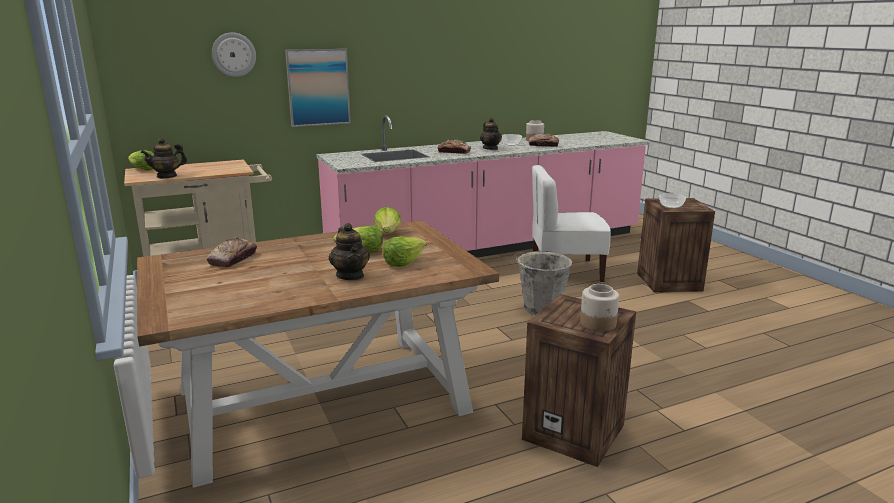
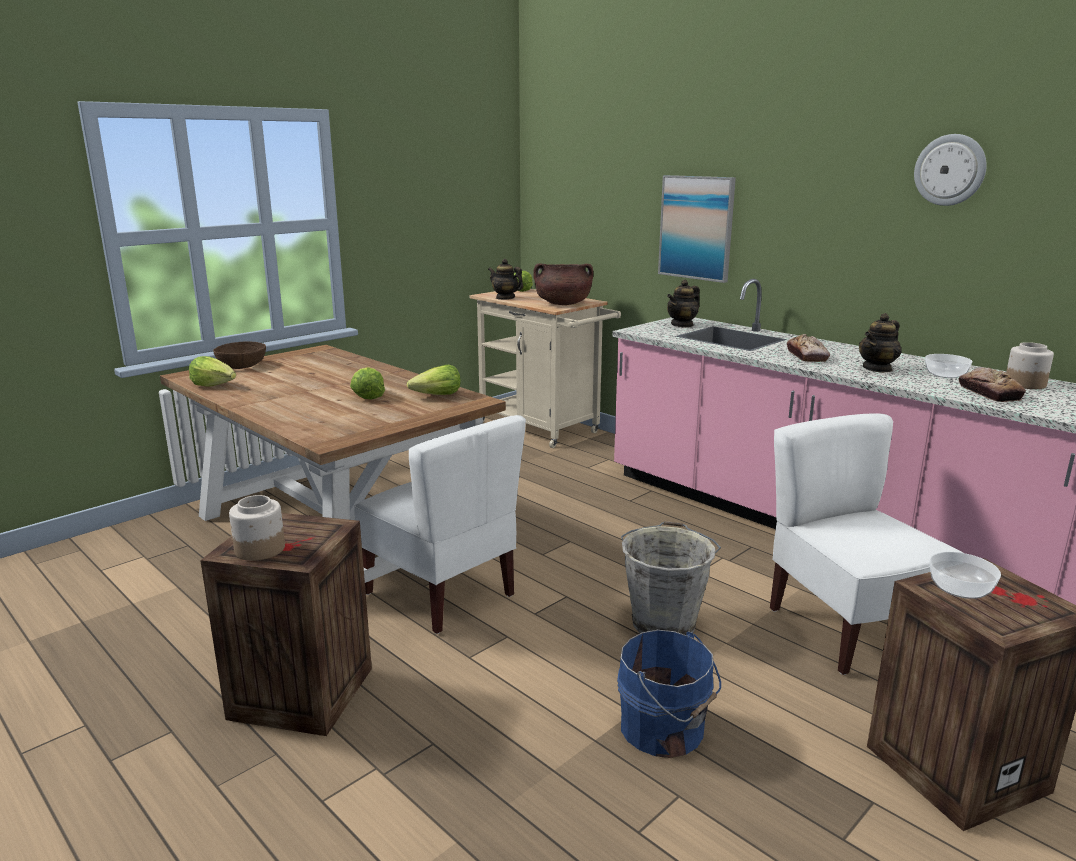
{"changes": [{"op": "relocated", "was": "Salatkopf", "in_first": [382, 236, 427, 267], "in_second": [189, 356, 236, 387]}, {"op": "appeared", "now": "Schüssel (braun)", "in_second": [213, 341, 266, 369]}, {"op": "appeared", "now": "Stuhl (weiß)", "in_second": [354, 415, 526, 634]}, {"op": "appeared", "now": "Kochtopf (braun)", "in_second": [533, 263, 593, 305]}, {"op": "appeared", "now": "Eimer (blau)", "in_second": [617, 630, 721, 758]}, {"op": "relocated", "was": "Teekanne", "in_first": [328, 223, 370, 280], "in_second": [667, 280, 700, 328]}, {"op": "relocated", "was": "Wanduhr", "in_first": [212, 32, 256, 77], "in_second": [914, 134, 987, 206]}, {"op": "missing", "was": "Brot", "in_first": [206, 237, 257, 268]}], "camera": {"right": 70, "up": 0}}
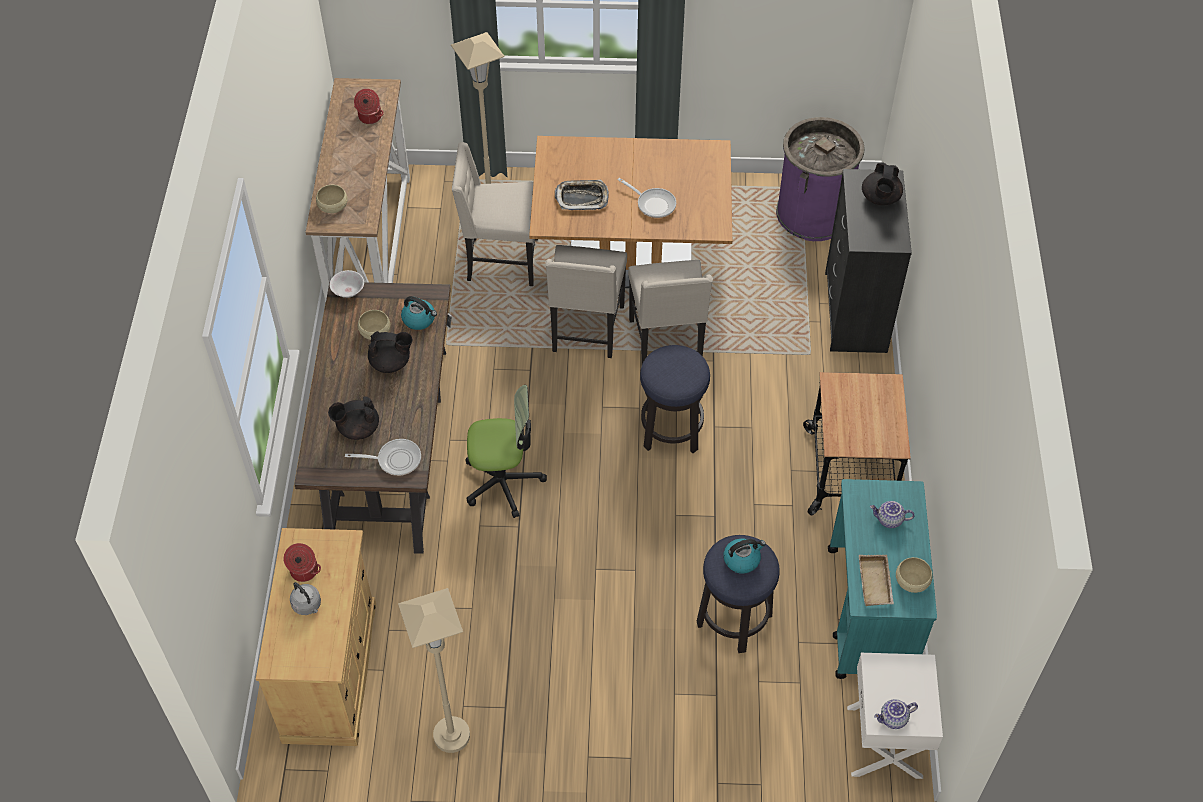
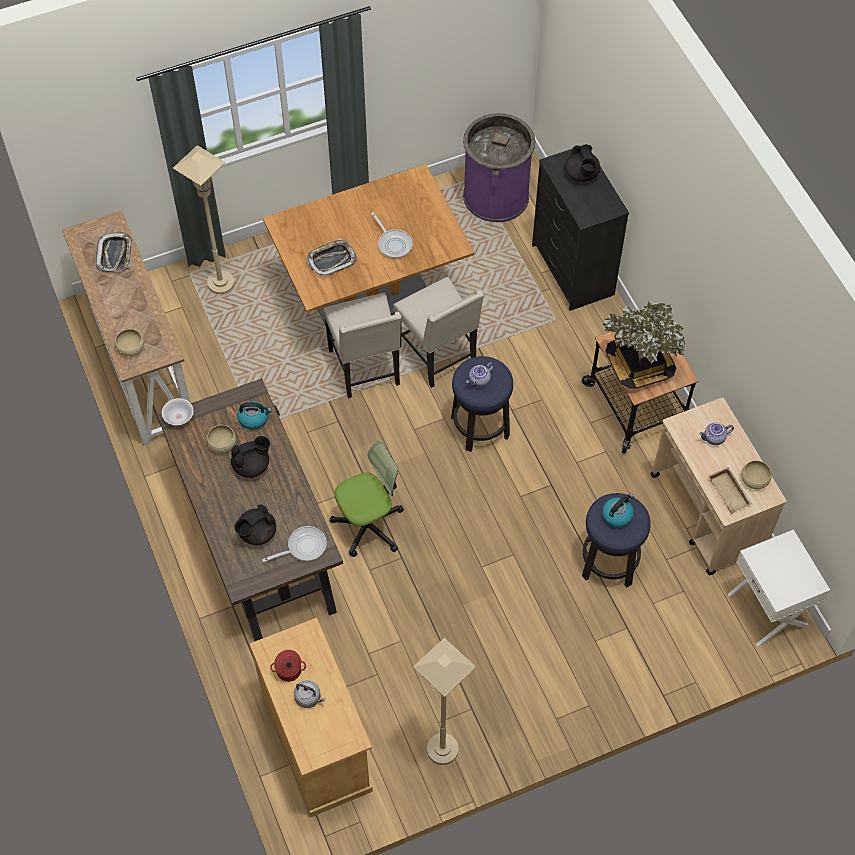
{"changes": [{"op": "exchanged", "was": "Kochtopf", "now": "Tablett", "in_first": [354, 89, 384, 124], "in_second": [96, 232, 132, 272]}, {"op": "spun", "was": "Pfanne", "in_first": [618, 178, 676, 218], "in_second": [371, 212, 413, 258], "clockwise": 45}, {"op": "relocated", "was": "Teekanne", "in_first": [874, 699, 918, 729], "in_second": [466, 362, 493, 387]}, {"op": "appeared", "now": "Topfpflanze", "in_second": [602, 301, 685, 389]}, {"op": "colour", "was": "Rollwagen (türkis)", "now": "Rollwagen (beige)", "in_first": [828, 479, 937, 679], "in_second": [650, 397, 787, 575]}, {"op": "missing", "was": "Stuhl (beige)", "in_first": [452, 142, 538, 286]}], "camera": {"right": -25, "up": 5}}
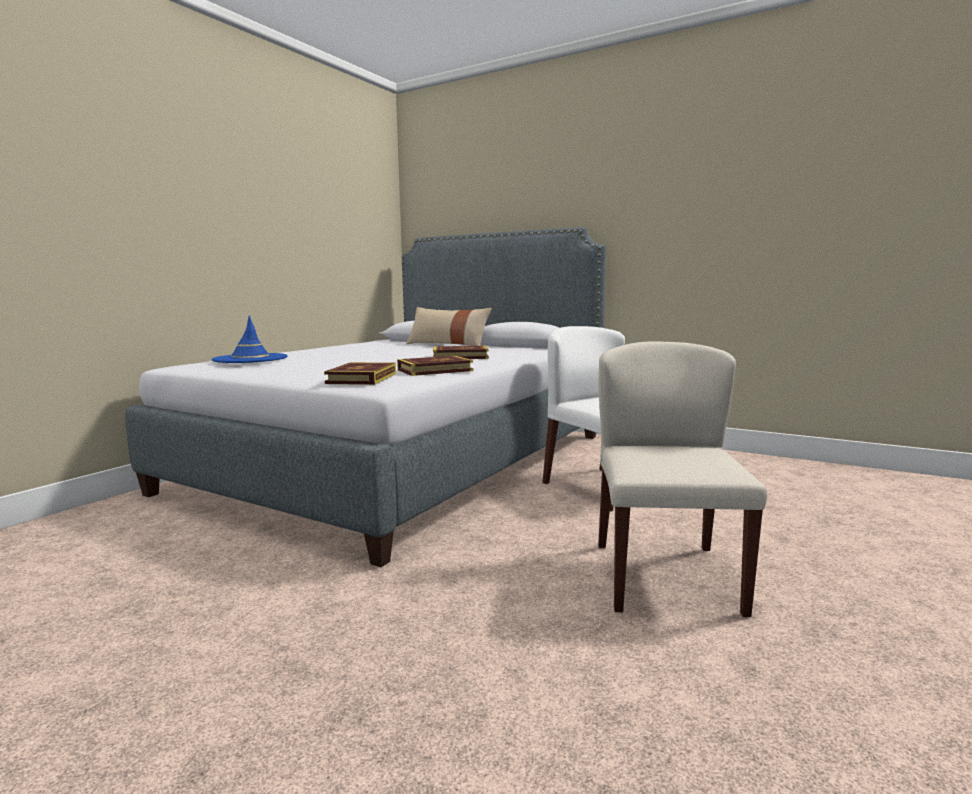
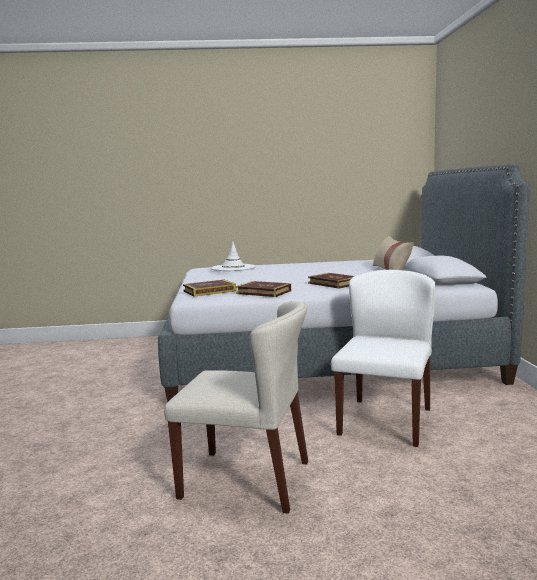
{"changes": [{"op": "spun", "was": "Stuhl (beige)", "in_first": [598, 341, 767, 617], "in_second": [164, 301, 308, 514], "clockwise": 45}, {"op": "colour", "was": "Hut (blau)", "now": "Hut (weiß)", "in_first": [212, 316, 288, 363], "in_second": [211, 242, 255, 271]}], "camera": {"right": 55, "up": 0}}
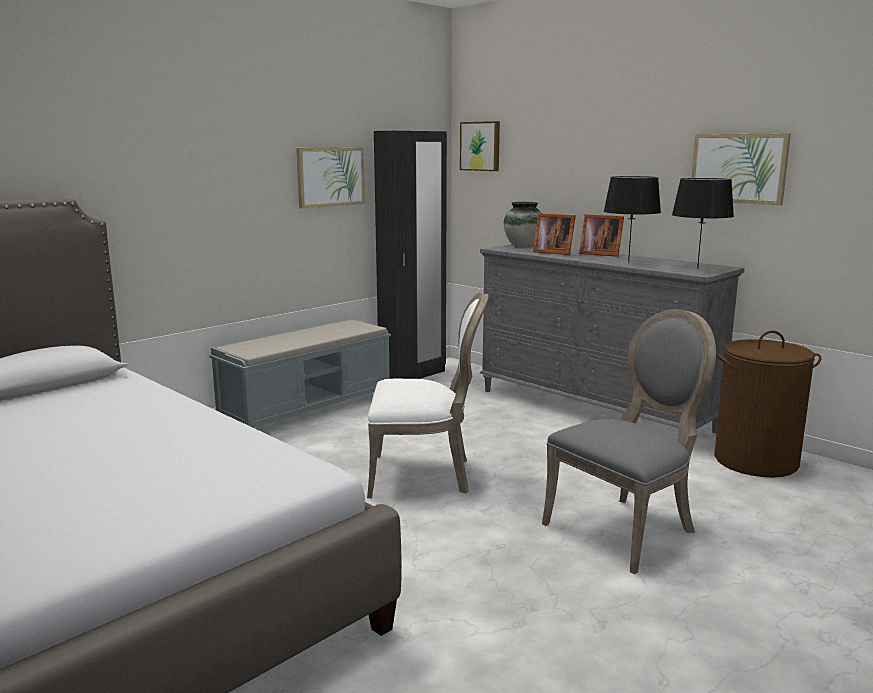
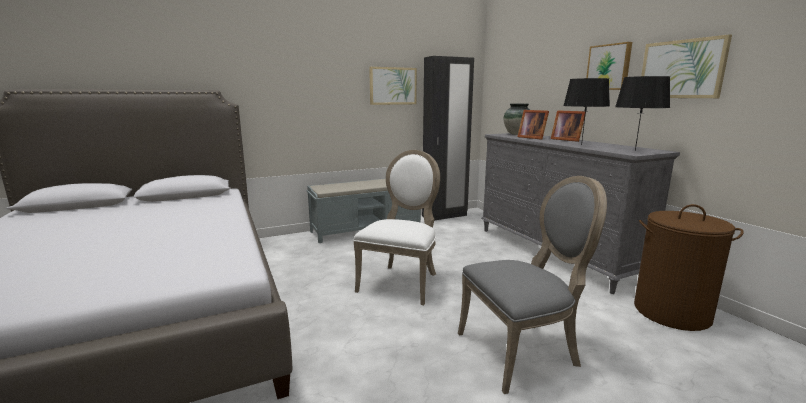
{"changes": [{"op": "spun", "was": "Stuhl (weiß)", "in_first": [367, 292, 489, 498], "in_second": [353, 150, 440, 305], "clockwise": -90}, {"op": "relocated", "was": "Bild", "in_first": [460, 121, 500, 171], "in_second": [586, 42, 632, 90]}], "camera": {"right": 20, "up": 0}}
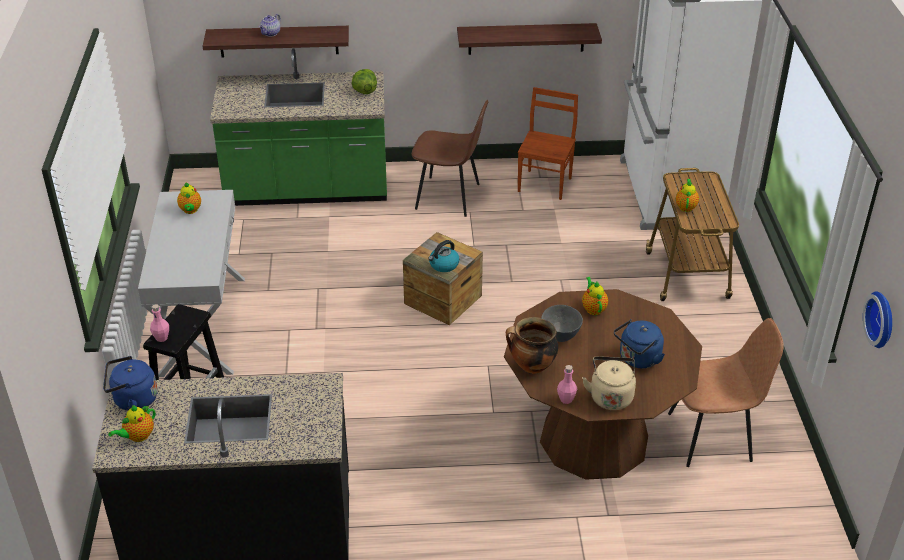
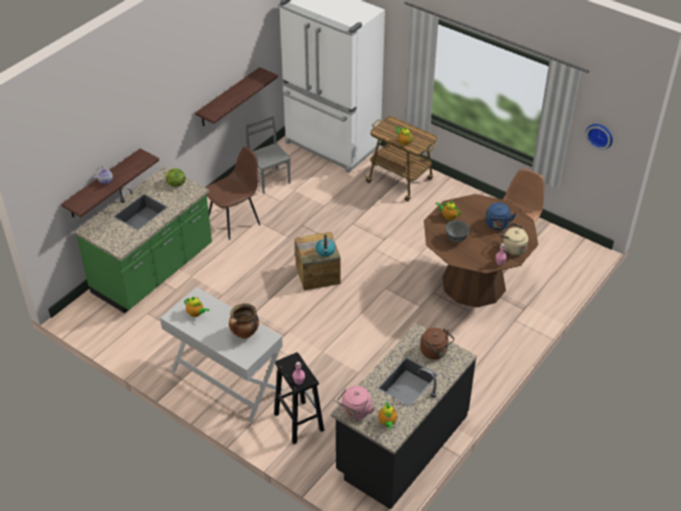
{"changes": [{"op": "relocated", "was": "Kochtopf", "in_first": [506, 317, 558, 374], "in_second": [229, 303, 259, 339]}, {"op": "colour", "was": "Stuhl (braun)", "now": "Stuhl (grau)", "in_first": [518, 87, 578, 200], "in_second": [245, 116, 291, 194]}, {"op": "colour", "was": "Wasserkessel (blau)", "now": "Wasserkessel (rosa)", "in_first": [103, 356, 158, 411], "in_second": [337, 386, 375, 419]}, {"op": "appeared", "now": "Wasserkessel (braun)", "in_second": [420, 328, 454, 359]}], "camera": {"right": -50, "up": 5}}
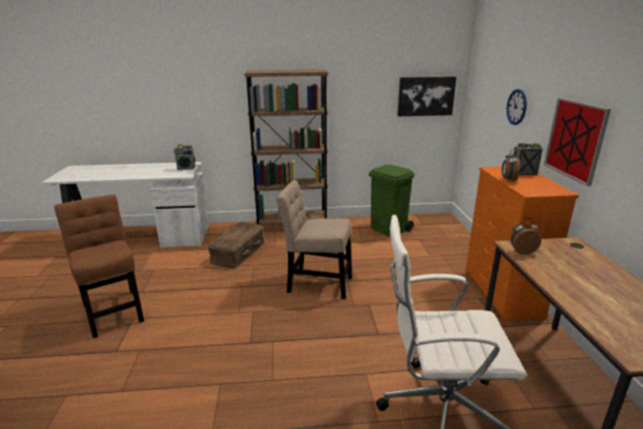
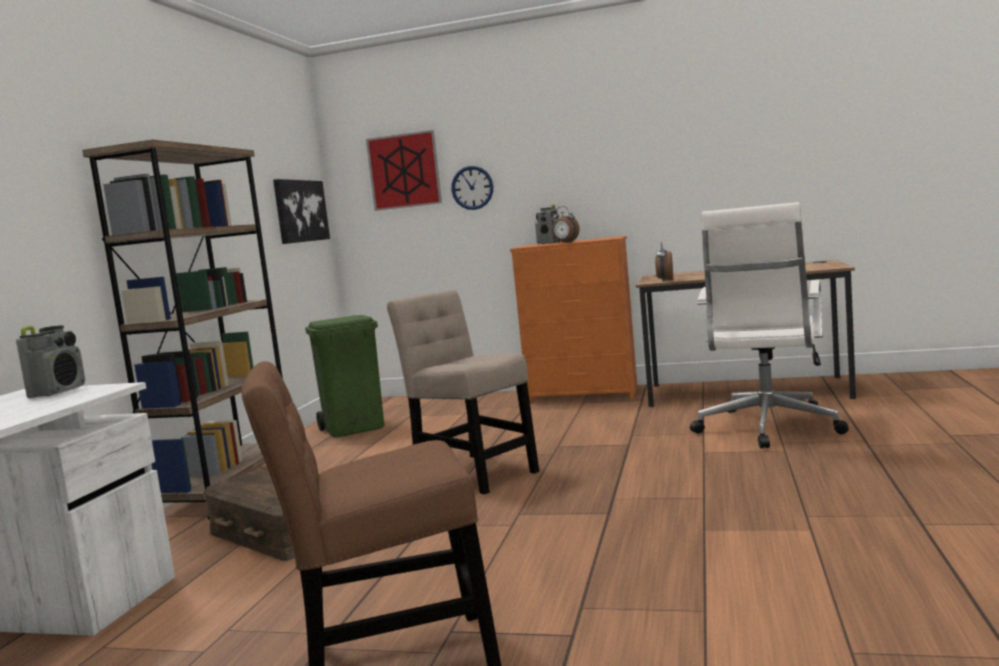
{"changes": [{"op": "relocated", "was": "Bild", "in_first": [544, 98, 611, 186], "in_second": [366, 130, 442, 211]}, {"op": "spun", "was": "Stuhl (beige)", "in_first": [277, 180, 352, 299], "in_second": [387, 289, 539, 494], "clockwise": 105}], "camera": {"right": -70, "up": -15}}
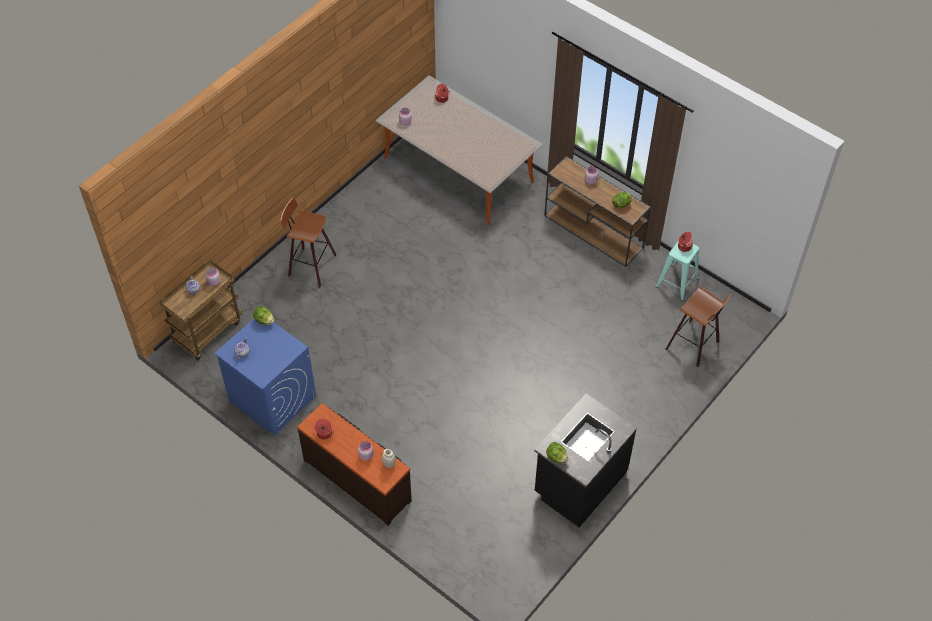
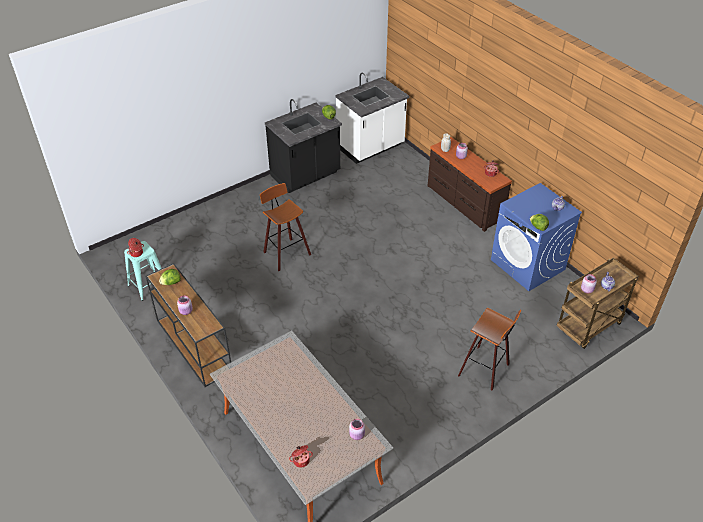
{"changes": [{"op": "relocated", "was": "Hocker", "in_first": [665, 286, 732, 367], "in_second": [260, 183, 311, 272]}, {"op": "appeared", "now": "Küchenzeile (weiß)", "in_second": [335, 72, 409, 164]}], "camera": {"right": -165, "up": -10}}
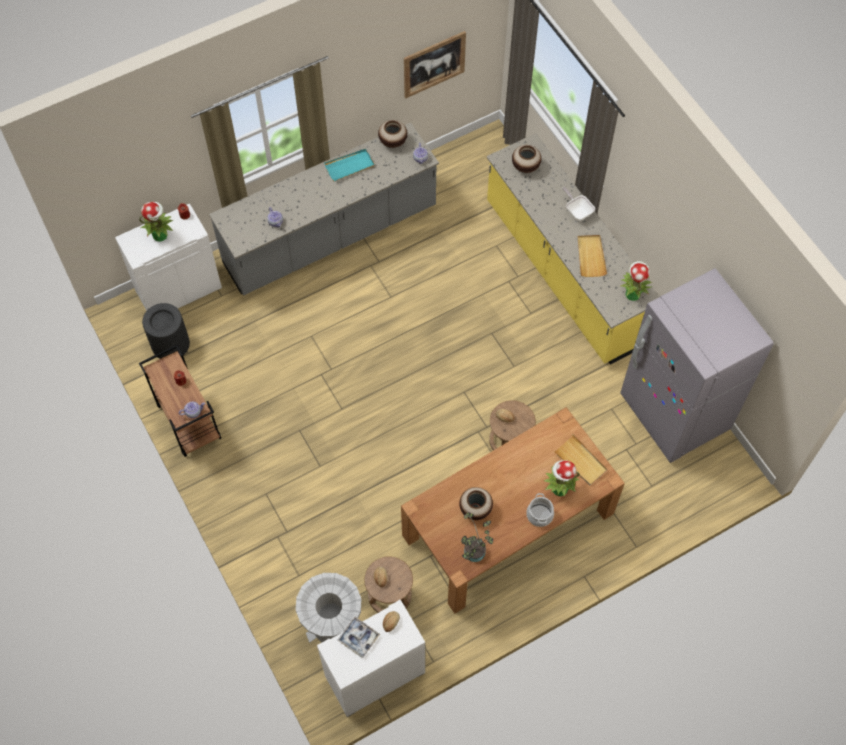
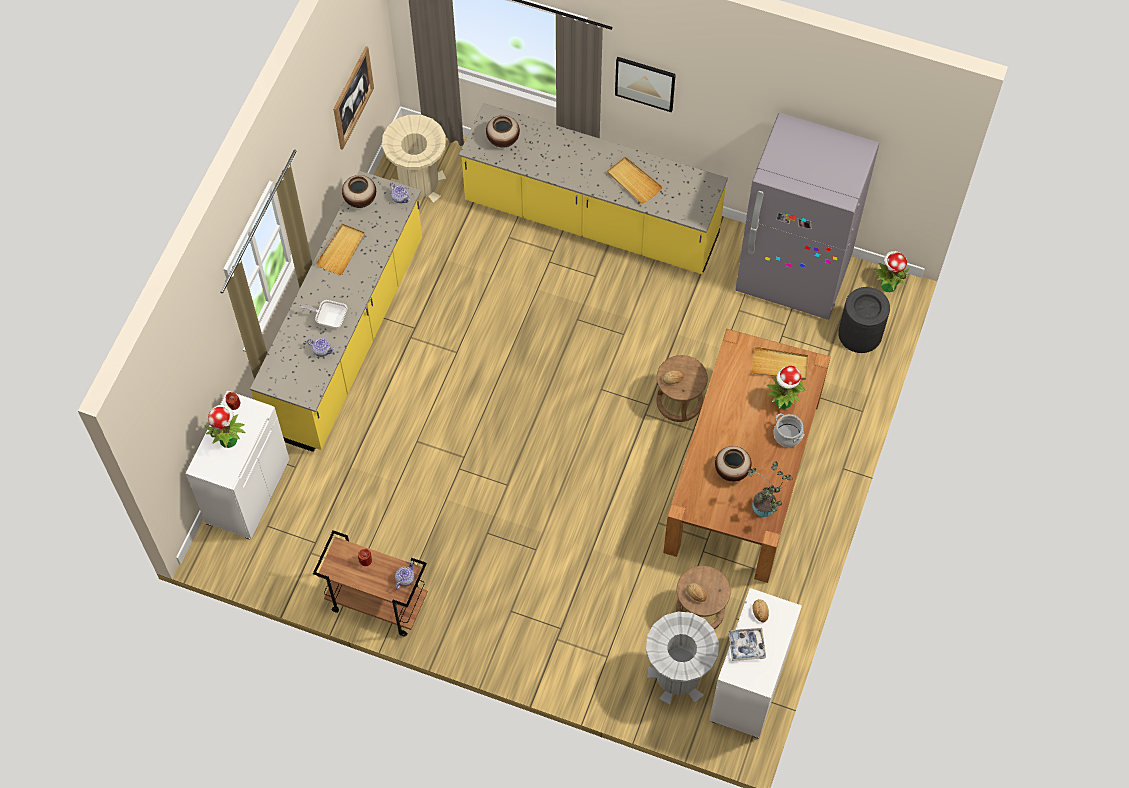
{"changes": [{"op": "colour", "was": "Küchenzeile (grau)", "now": "Küchenzeile (gelb)", "in_first": [209, 122, 439, 295], "in_second": [250, 171, 422, 452]}, {"op": "relocated", "was": "Pfanne", "in_first": [562, 187, 595, 221], "in_second": [299, 300, 347, 329]}, {"op": "colour", "was": "Tablett (türkis)", "now": "Tablett (beige)", "in_first": [324, 149, 375, 182], "in_second": [316, 224, 365, 275]}, {"op": "appeared", "now": "Mülleimer (beige)", "in_second": [382, 115, 446, 203]}, {"op": "appeared", "now": "Bild", "in_second": [615, 57, 676, 113]}, {"op": "relocated", "was": "Mülleimer (schwarz)", "in_first": [142, 303, 190, 359], "in_second": [838, 287, 890, 353]}, {"op": "relocated", "was": "Topfpflanze", "in_first": [621, 261, 652, 301], "in_second": [873, 251, 910, 292]}], "camera": {"right": -40, "up": 0}}
